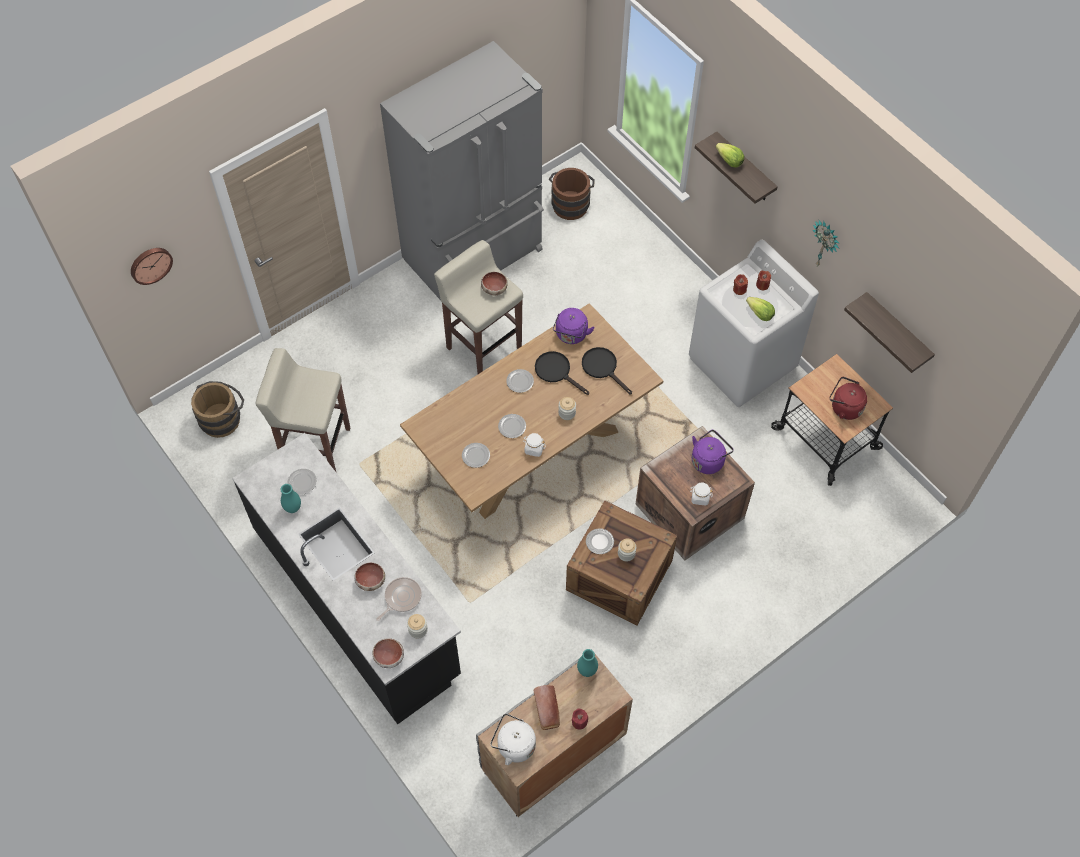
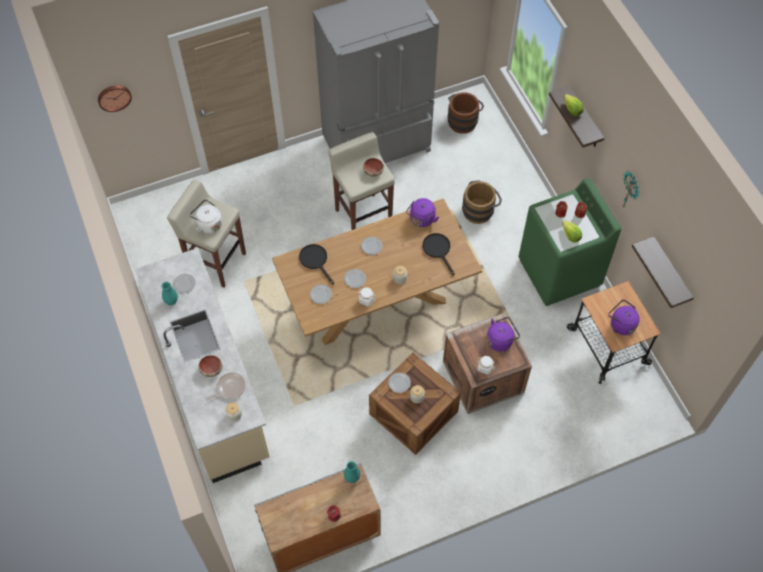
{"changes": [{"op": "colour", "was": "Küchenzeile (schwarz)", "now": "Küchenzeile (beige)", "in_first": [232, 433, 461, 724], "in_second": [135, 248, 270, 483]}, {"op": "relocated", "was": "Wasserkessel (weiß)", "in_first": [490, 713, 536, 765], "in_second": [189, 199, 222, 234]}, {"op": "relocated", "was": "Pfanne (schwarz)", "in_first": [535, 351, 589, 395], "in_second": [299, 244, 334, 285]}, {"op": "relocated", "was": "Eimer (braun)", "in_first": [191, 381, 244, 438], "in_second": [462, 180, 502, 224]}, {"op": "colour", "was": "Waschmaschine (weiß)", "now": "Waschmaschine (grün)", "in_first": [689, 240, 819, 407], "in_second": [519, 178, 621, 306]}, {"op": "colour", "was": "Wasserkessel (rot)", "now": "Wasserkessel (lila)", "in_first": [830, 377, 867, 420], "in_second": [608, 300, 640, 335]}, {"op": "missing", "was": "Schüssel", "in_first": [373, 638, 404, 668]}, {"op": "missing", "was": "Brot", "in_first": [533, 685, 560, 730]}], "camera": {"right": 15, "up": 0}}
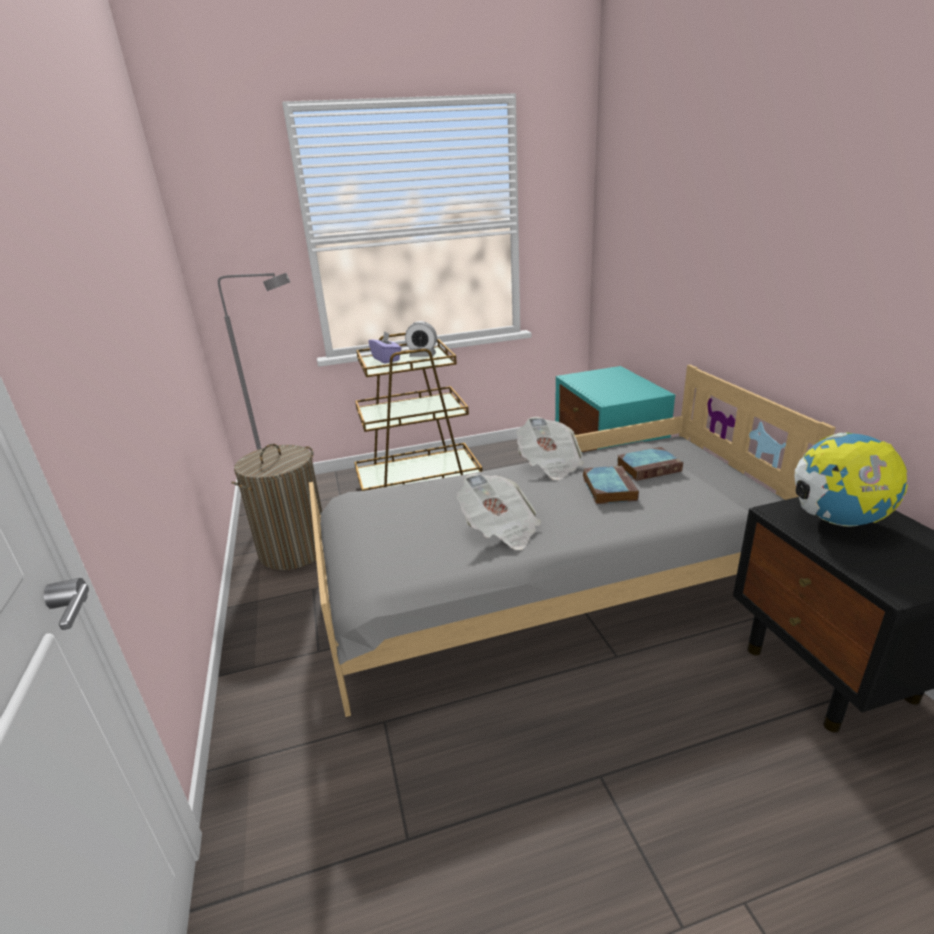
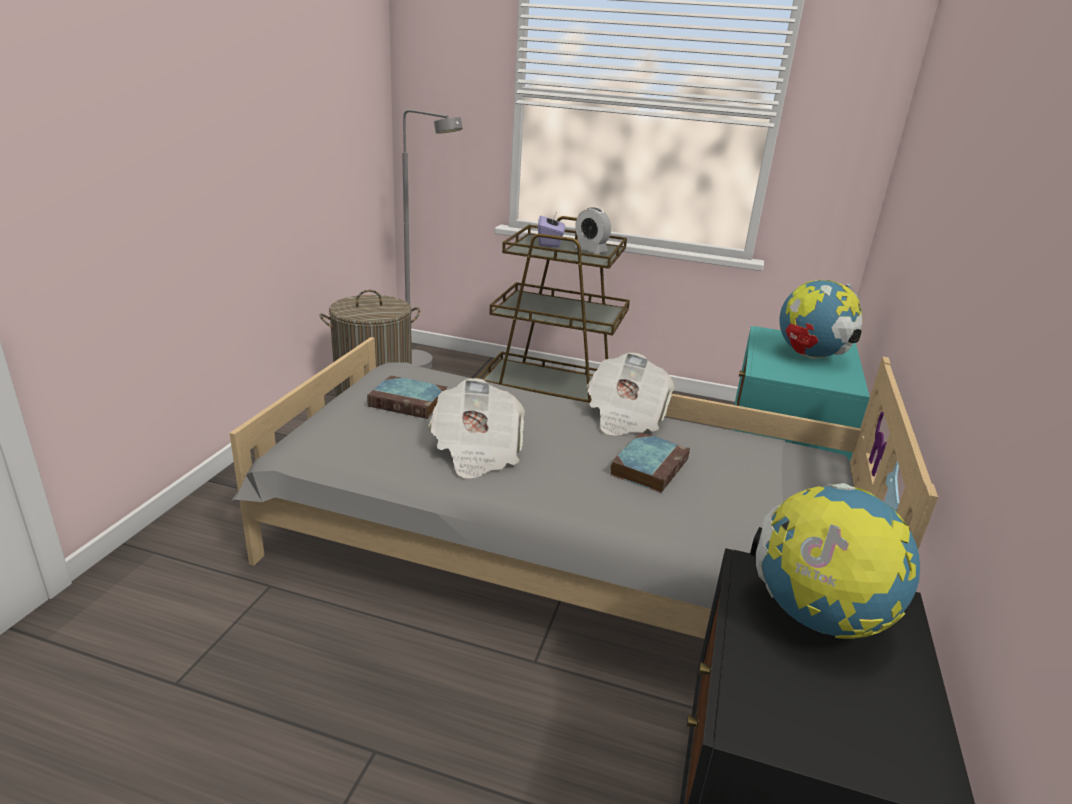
{"changes": [{"op": "relocated", "was": "Buch", "in_first": [617, 447, 683, 481], "in_second": [367, 375, 447, 419]}, {"op": "appeared", "now": "Globus", "in_second": [779, 280, 862, 359]}], "camera": {"right": 30, "up": 0}}
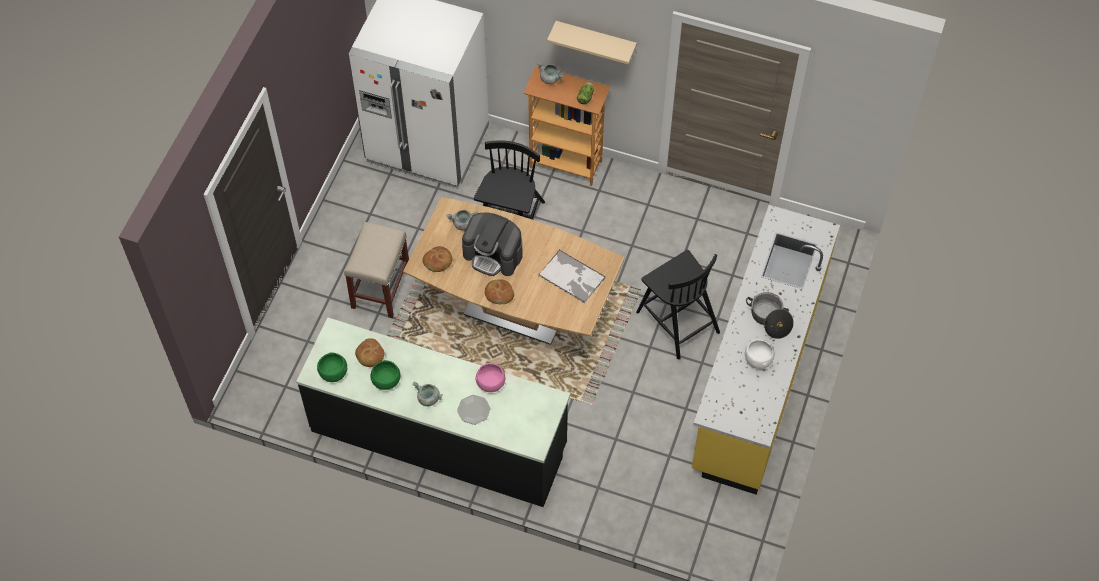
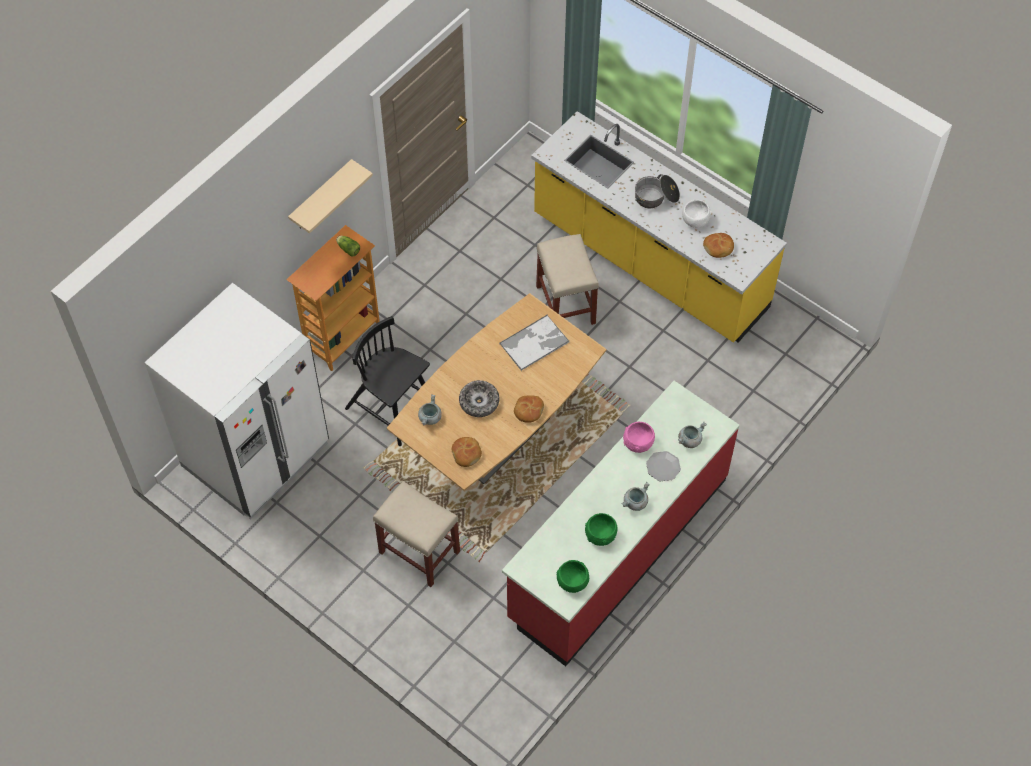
{"changes": [{"op": "exchanged", "was": "Kaffeemaschine", "now": "Schüssel", "in_first": [462, 213, 523, 276], "in_second": [459, 380, 499, 417]}, {"op": "colour", "was": "Küchenzeile (schwarz)", "now": "Küchenzeile (rot)", "in_first": [296, 317, 570, 507], "in_second": [502, 381, 739, 666]}, {"op": "exchanged", "was": "Stuhl (schwarz)", "now": "Hocker (beige)", "in_first": [636, 250, 720, 359], "in_second": [536, 234, 599, 325]}, {"op": "relocated", "was": "Kochtopf (grau)", "in_first": [537, 62, 564, 84], "in_second": [678, 422, 707, 448]}, {"op": "relocated", "was": "Brot", "in_first": [355, 338, 385, 367], "in_second": [703, 233, 734, 258]}], "camera": {"right": -70, "up": 0}}
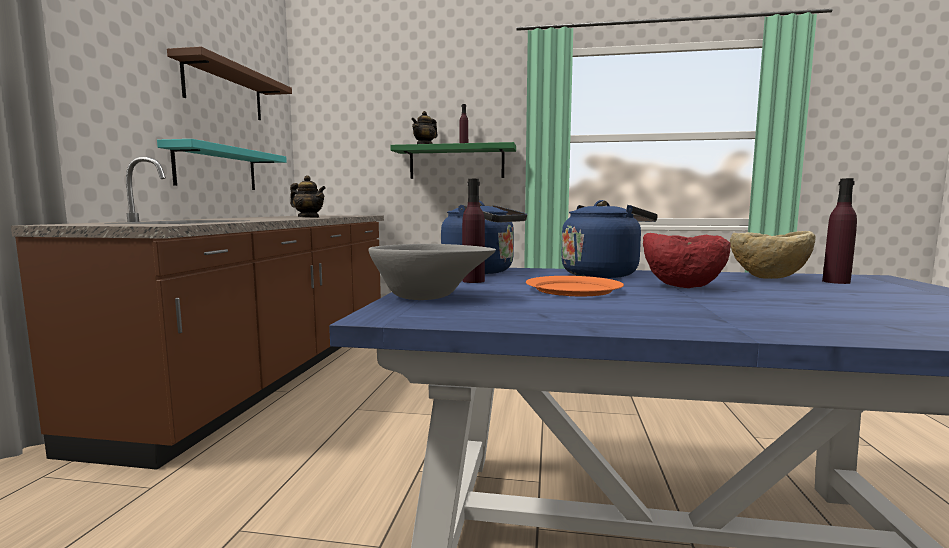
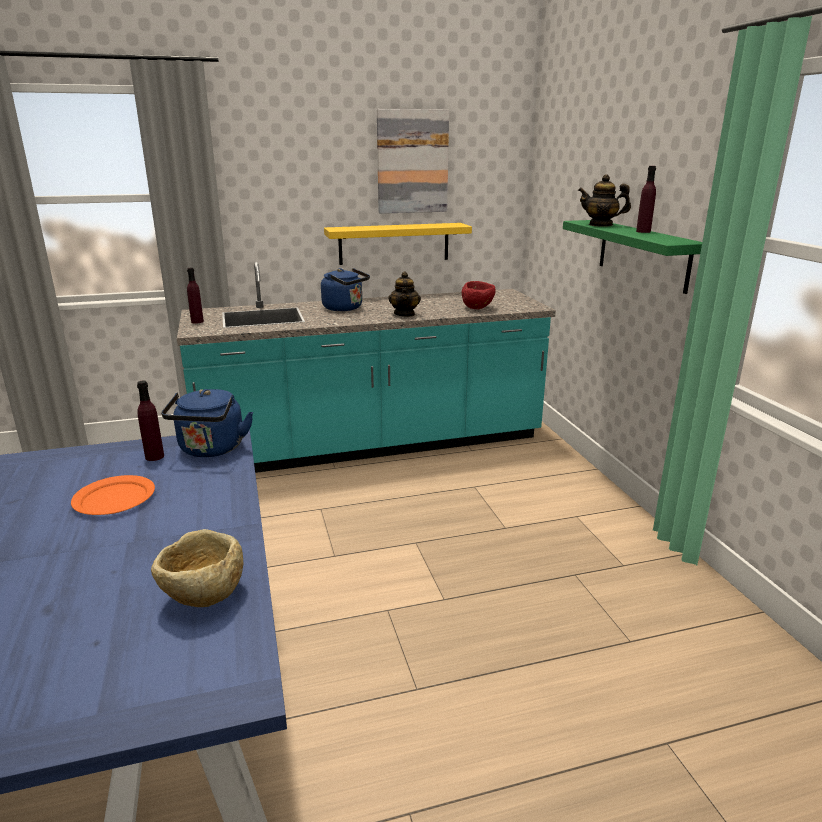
{"changes": [{"op": "colour", "was": "Küchenzeile (braun)", "now": "Küchenzeile (türkis)", "in_first": [11, 157, 384, 470], "in_second": [177, 262, 556, 473]}, {"op": "relocated", "was": "Flasche (lila)", "in_first": [822, 178, 857, 284], "in_second": [187, 267, 204, 324]}, {"op": "relocated", "was": "Wasserkessel (blau)", "in_first": [561, 200, 658, 278], "in_second": [321, 268, 370, 311]}, {"op": "colour", "was": "Wandregal (türkis)", "now": "Wandregal (gelb)", "in_first": [157, 139, 287, 190], "in_second": [324, 223, 472, 265]}, {"op": "exchanged", "was": "Wandregal (braun)", "now": "Bild", "in_first": [167, 47, 292, 120], "in_second": [377, 109, 449, 214]}, {"op": "relocated", "was": "Schüssel (rot)", "in_first": [643, 233, 731, 288], "in_second": [462, 281, 496, 309]}, {"op": "missing", "was": "Schüssel (grau)", "in_first": [369, 244, 496, 300]}], "camera": {"right": 65, "up": 15}}
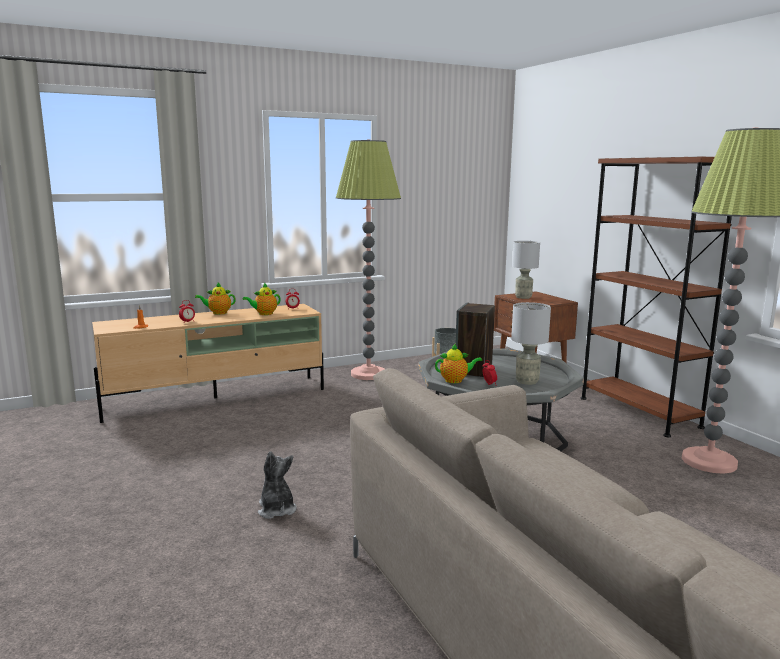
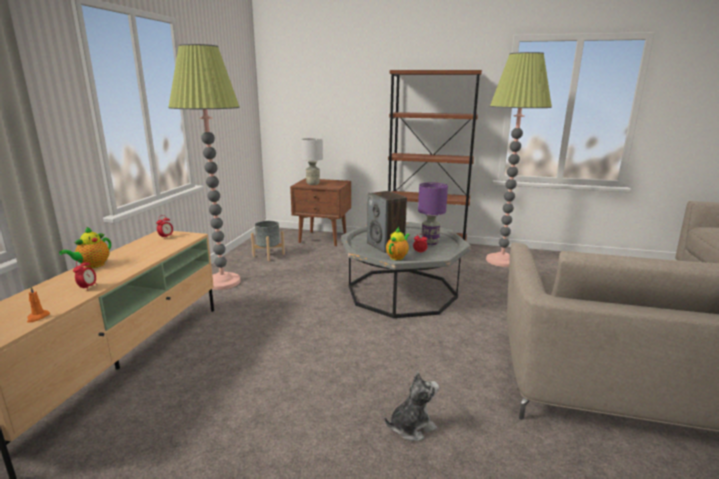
{"changes": [{"op": "spun", "was": "Plüschtier", "in_first": [258, 451, 297, 519], "in_second": [384, 371, 439, 441], "clockwise": 135}, {"op": "colour", "was": "Tischlampe (grau)", "now": "Tischlampe (lila)", "in_first": [511, 302, 551, 385], "in_second": [418, 182, 448, 245]}, {"op": "missing", "was": "Teekanne", "in_first": [243, 283, 281, 315]}], "camera": {"right": -50, "up": 5}}
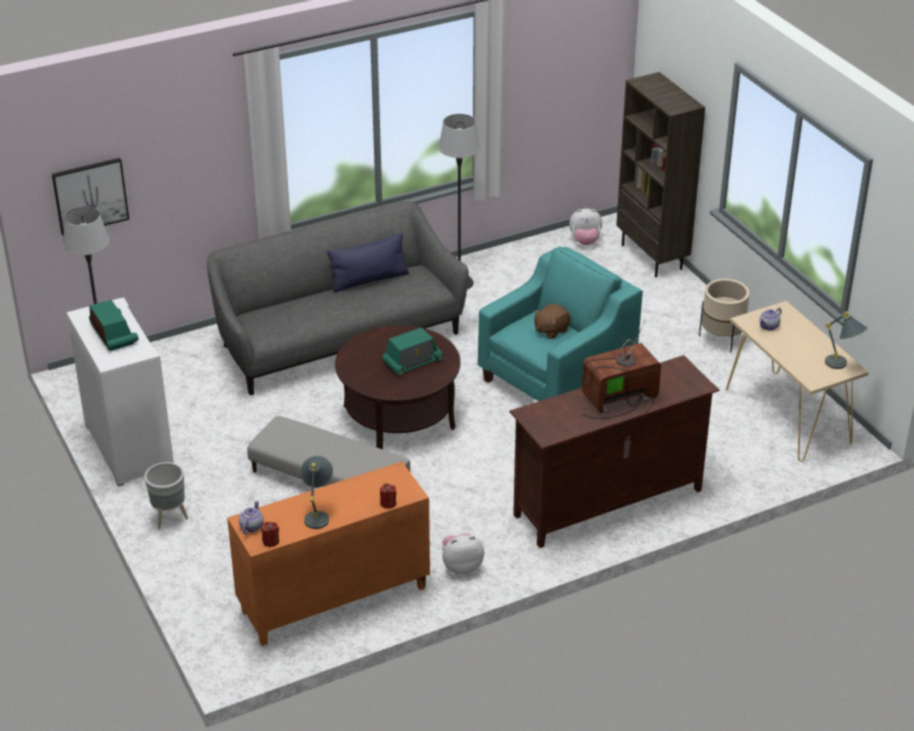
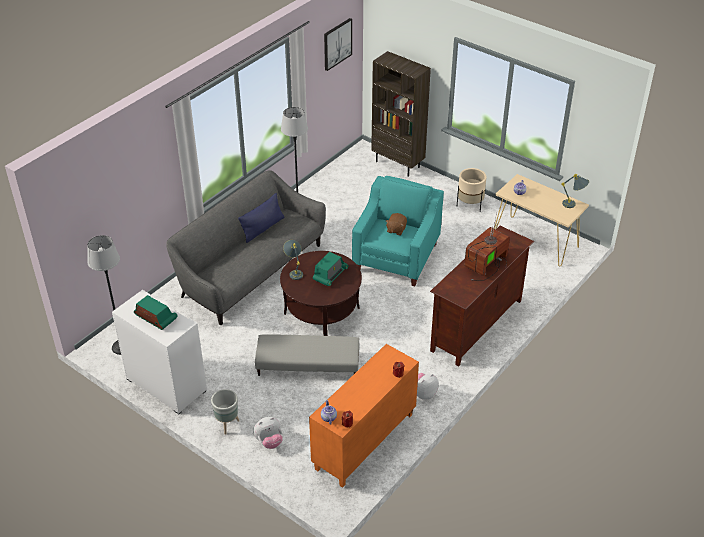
{"changes": [{"op": "relocated", "was": "Plüschtier", "in_first": [569, 208, 602, 245], "in_second": [253, 417, 283, 449]}, {"op": "relocated", "was": "Tischlampe (grau)", "in_first": [300, 456, 333, 529], "in_second": [283, 240, 303, 280]}, {"op": "relocated", "was": "Bild", "in_first": [52, 158, 129, 236], "in_second": [324, 18, 352, 71]}], "camera": {"right": -25, "up": 5}}
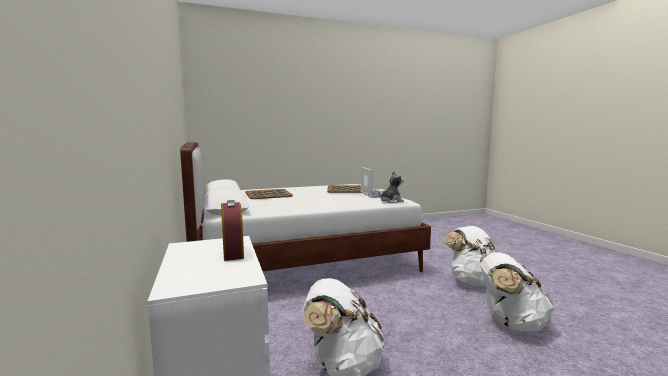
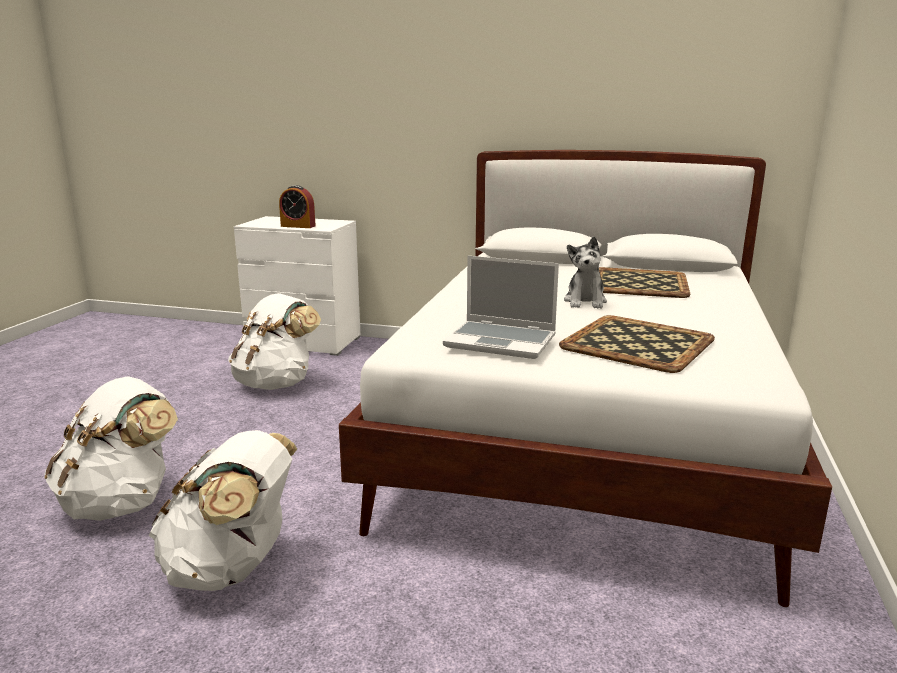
{"changes": [{"op": "relocated", "was": "Plüschtier", "in_first": [378, 171, 404, 203], "in_second": [564, 236, 607, 309]}], "camera": {"right": 125, "up": 10}}
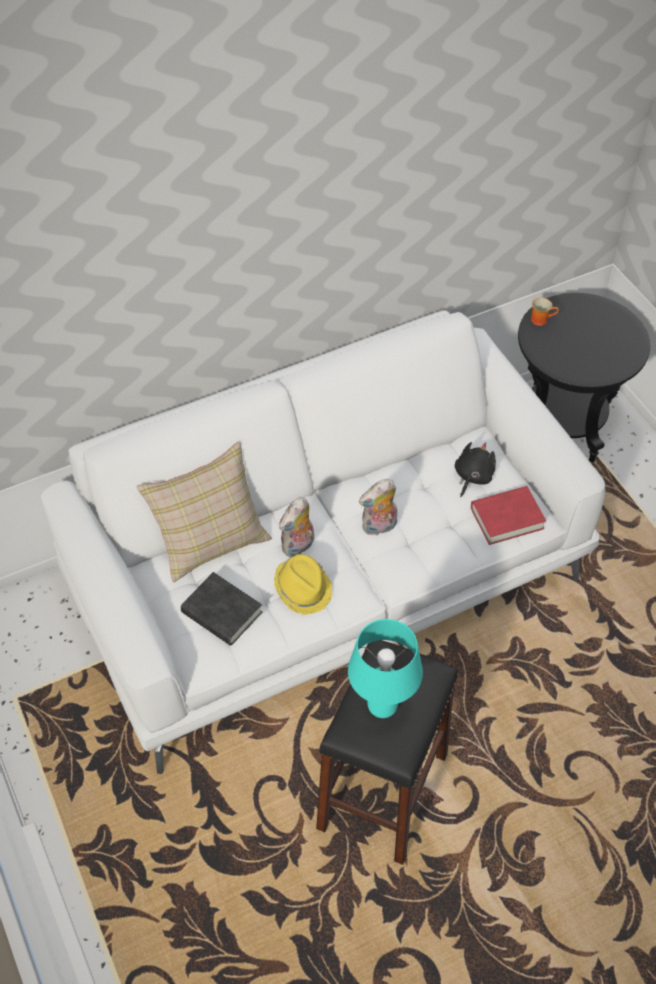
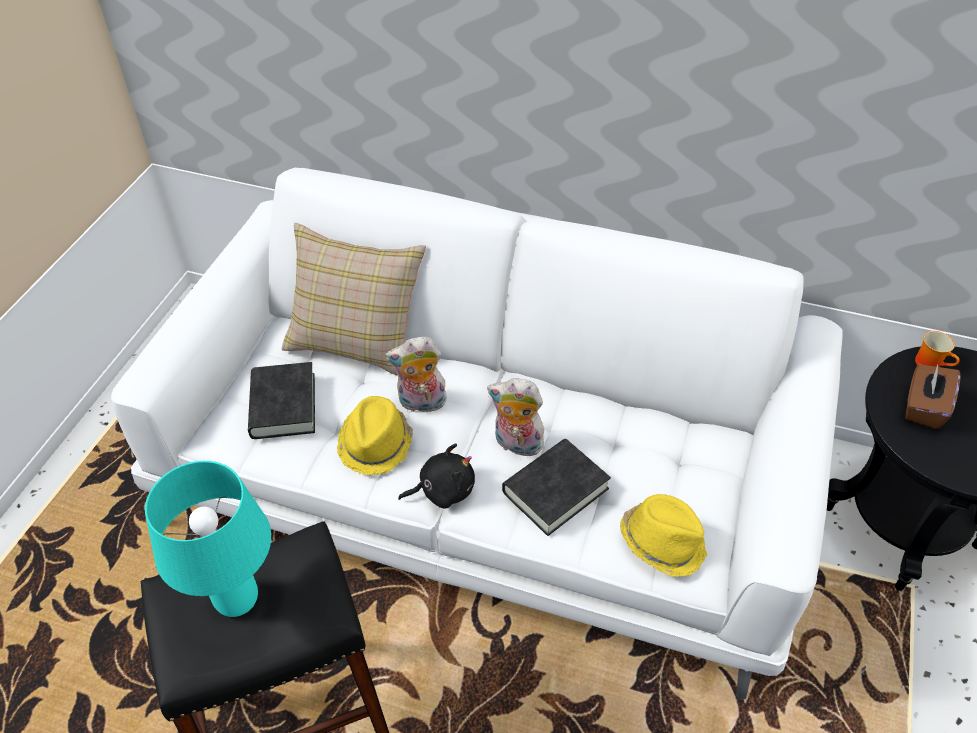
{"changes": [{"op": "relocated", "was": "Plüschtier (schwarz)", "in_first": [455, 442, 496, 497], "in_second": [398, 443, 475, 509]}, {"op": "appeared", "now": "Buch (schwarz)", "in_second": [502, 439, 611, 536]}, {"op": "exchanged", "was": "Buch (rot)", "now": "Hut (gelb)", "in_first": [471, 486, 546, 545], "in_second": [620, 494, 707, 577]}, {"op": "appeared", "now": "Taschentuchbox (braun)", "in_second": [905, 364, 961, 429]}], "camera": {"right": 45, "up": -5}}
